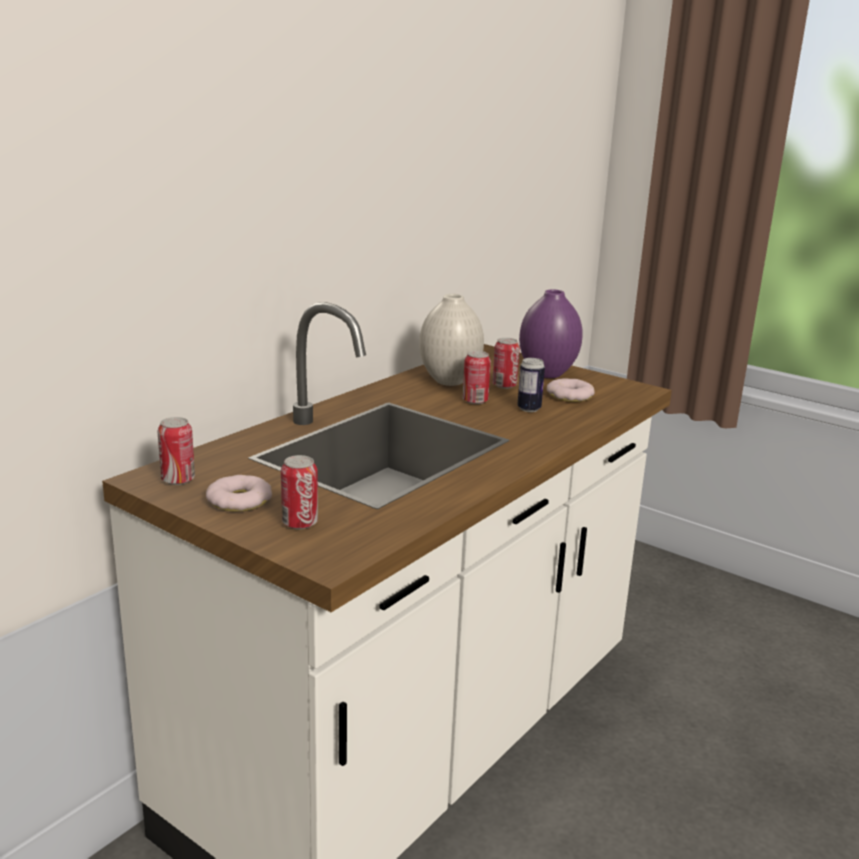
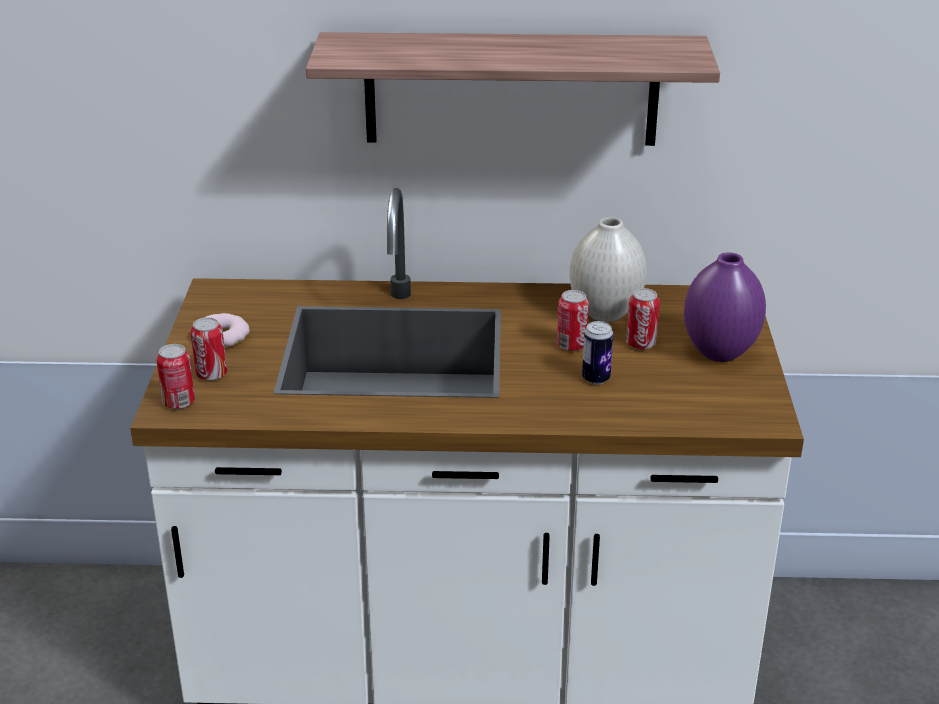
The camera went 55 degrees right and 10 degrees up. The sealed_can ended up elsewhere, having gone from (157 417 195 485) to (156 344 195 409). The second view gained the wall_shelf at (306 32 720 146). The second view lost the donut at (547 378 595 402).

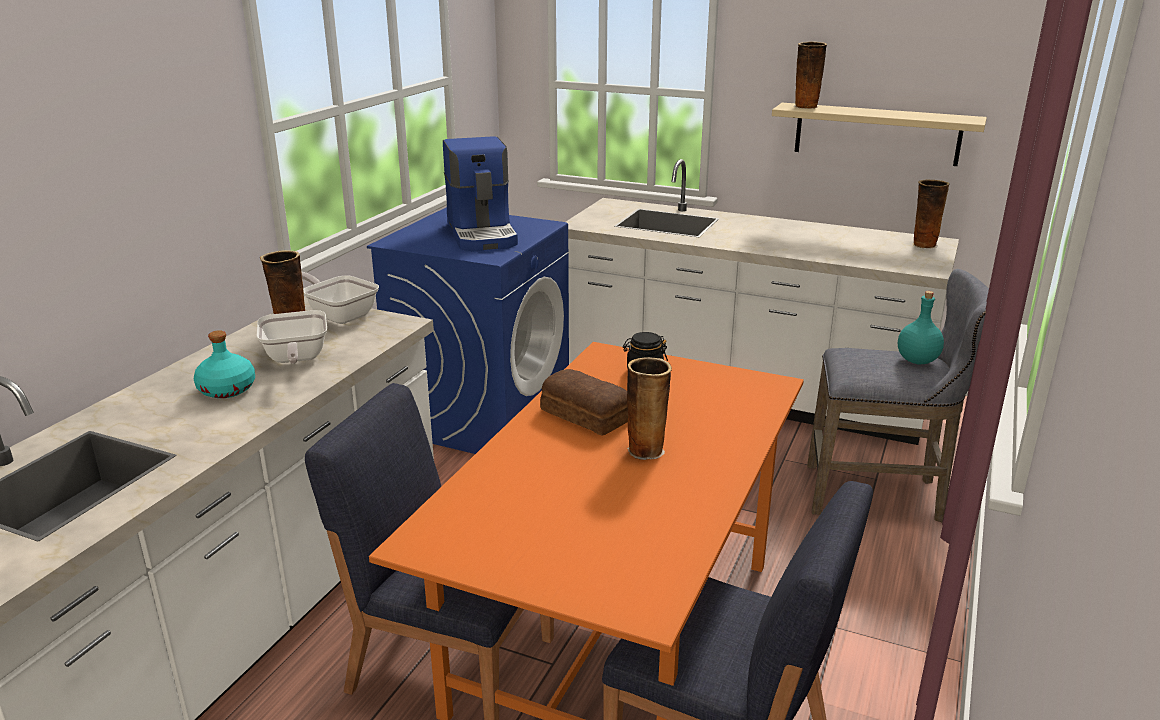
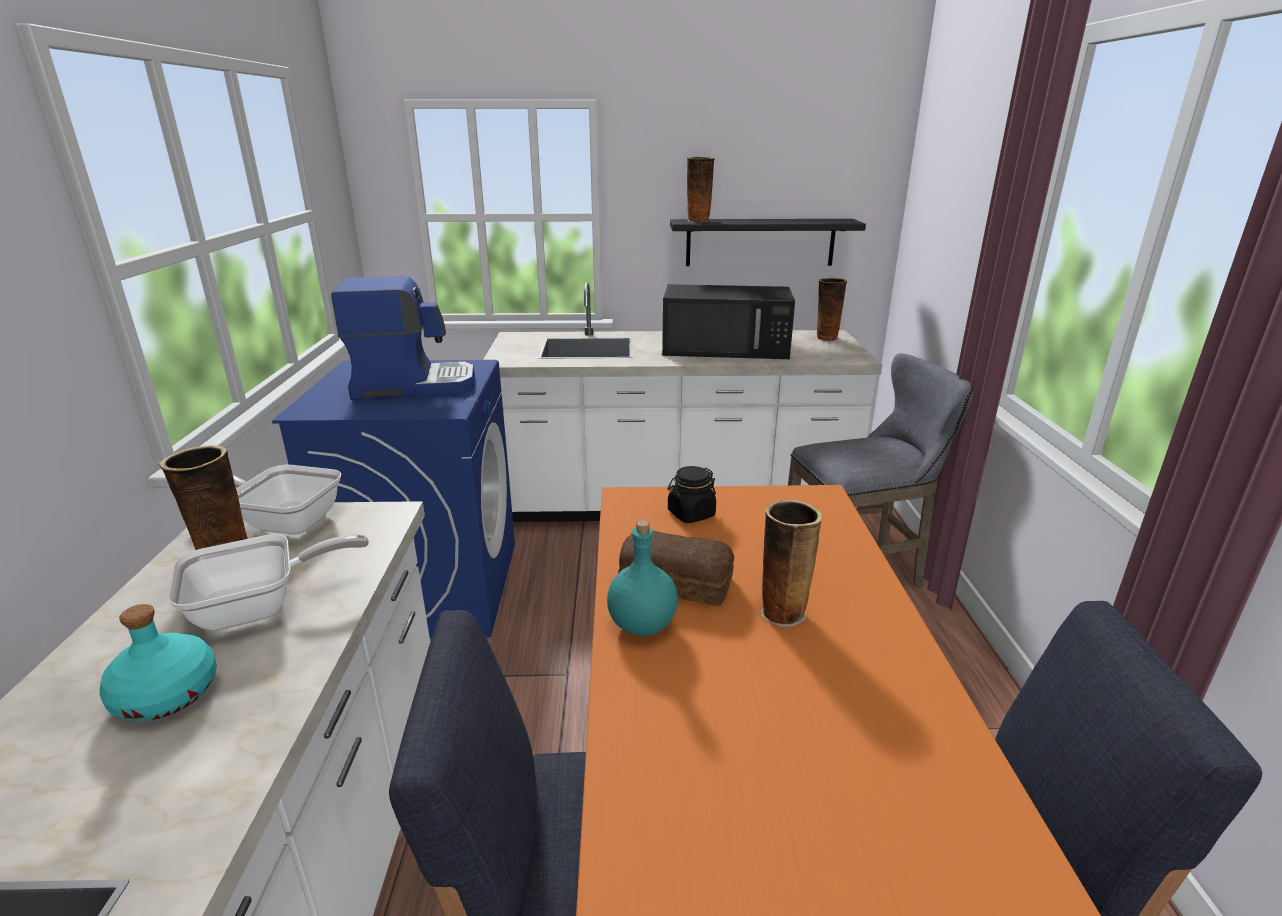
The camera went 25 degrees left and 0 degrees up. The skillet at (257 310 327 364) ended up facing another way, 75 degrees counterclockwise from before. The coffee_brewer at (443 136 518 251) ended up facing another way, 60 degrees counterclockwise from before. The turquoise-coloured_drink_bottle ended up elsewhere, having gone from (898 291 944 364) to (607 520 678 636). The second view gained the black-coloured_microwave_oven at (662 284 795 359). What was the beige-coloured_wall_shelf at (772 103 987 166) turned into the black-coloured_wall_shelf at (670 219 866 266).

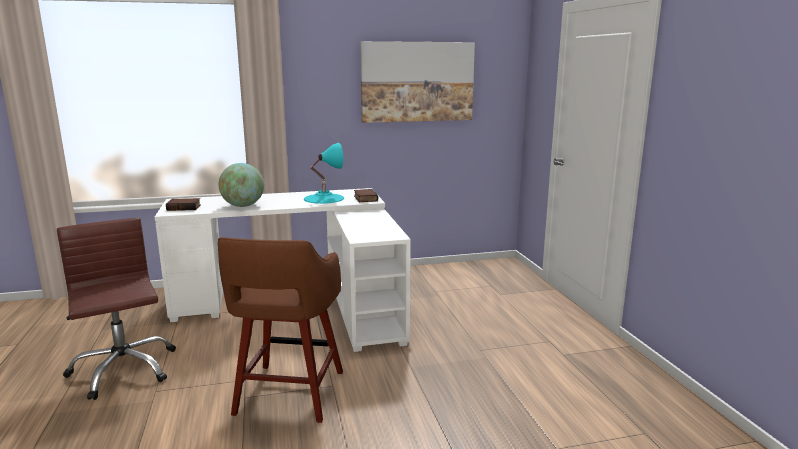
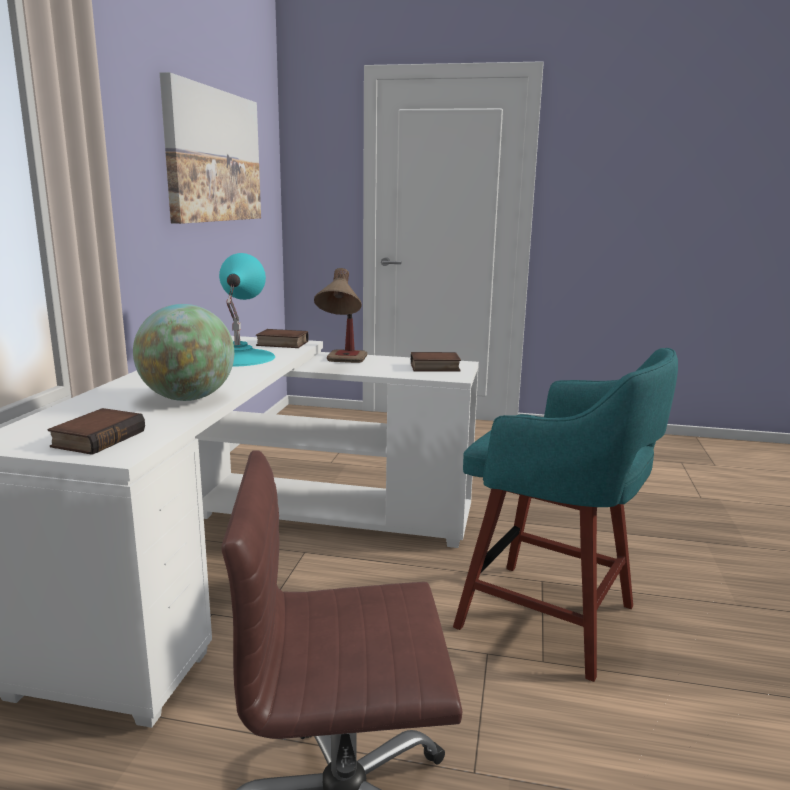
The camera went 65 degrees left and 0 degrees up. The second view gained the tabletop_lamp at (314 268 367 363). The second view gained the volume at (411 352 461 372). What was the brown_stool_seat at (218 237 343 423) turned into the turquoise-coloured_stool_seat at (453 348 678 682).

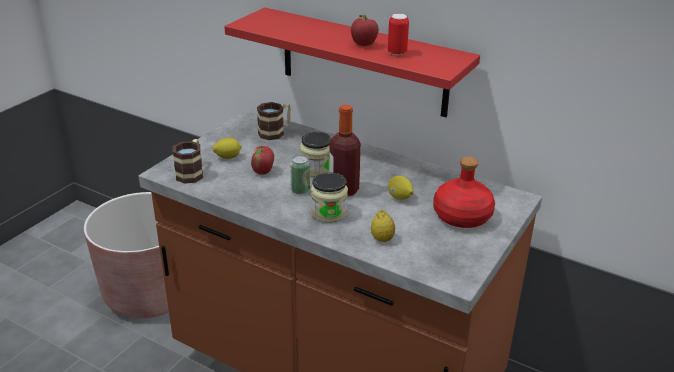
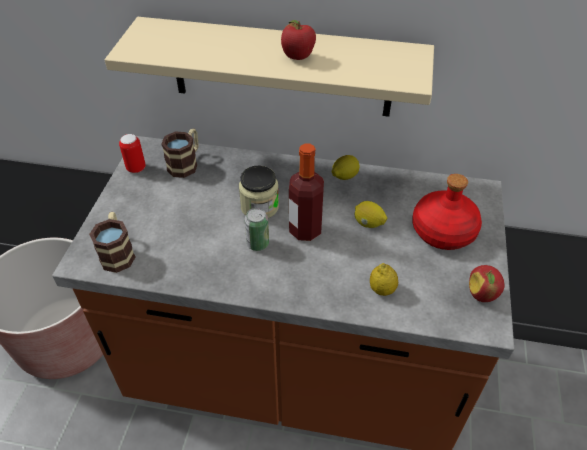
The camera went 20 degrees left and 15 degrees up. What was the red-coloured_wall_shelf at (224 7 480 117) turned into the beige-coloured_wall_shelf at (105 17 434 117). The sealed_can ended up elsewhere, having gone from (388 14 409 55) to (119 134 146 173). The lemon ended up elsewhere, having gone from (212 138 242 159) to (332 155 360 180). The apple_fruit ended up elsewhere, having gone from (251 146 274 175) to (469 265 504 302). The second view lost the preserve_jar at (311 172 348 223).

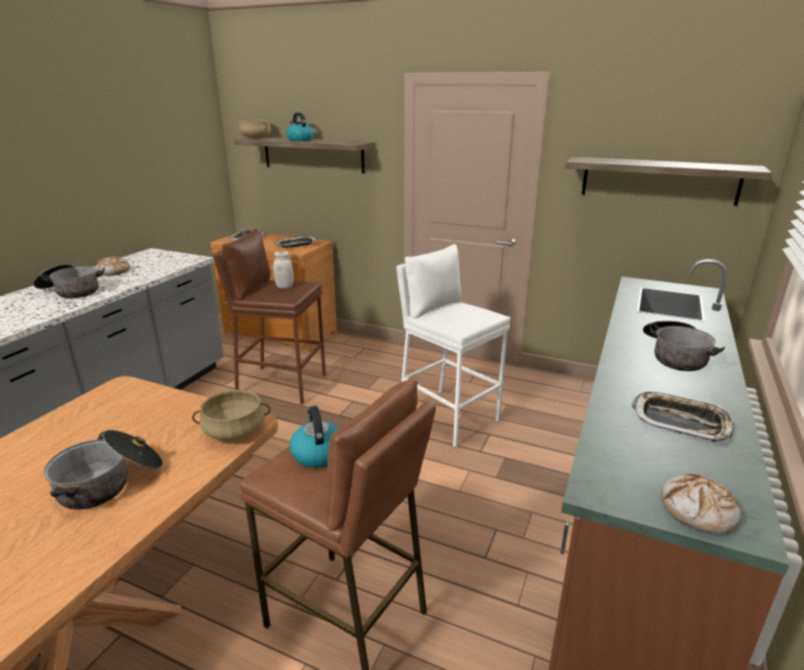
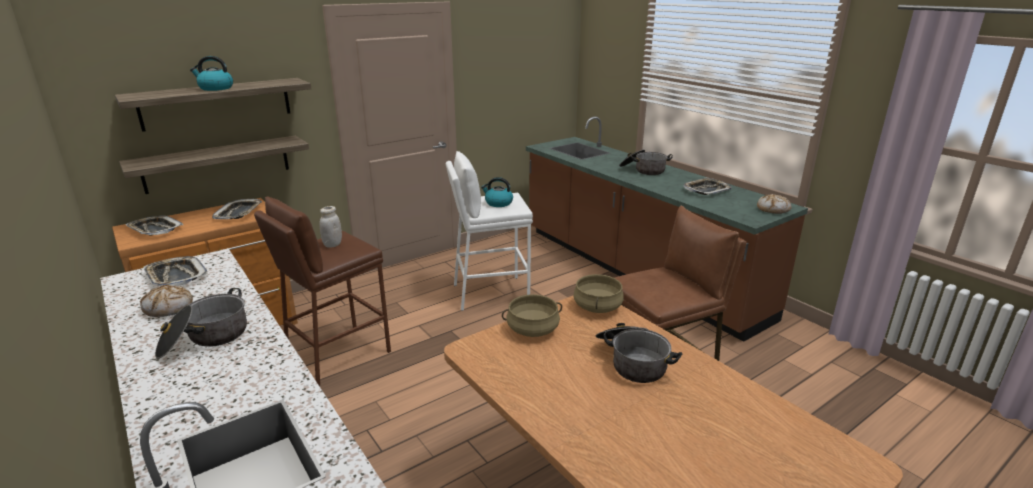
The camera went 60 degrees left and 0 degrees up. The wall_shelf ended up elsewhere, having gone from (565 157 772 206) to (119 135 309 194). The second view gained the serving_tray at (143 256 208 286). The water_kettle ended up elsewhere, having gone from (290 406 338 468) to (481 177 513 207). The beige-coloured_saucepot ended up elsewhere, having gone from (239 120 271 138) to (502 294 562 337).

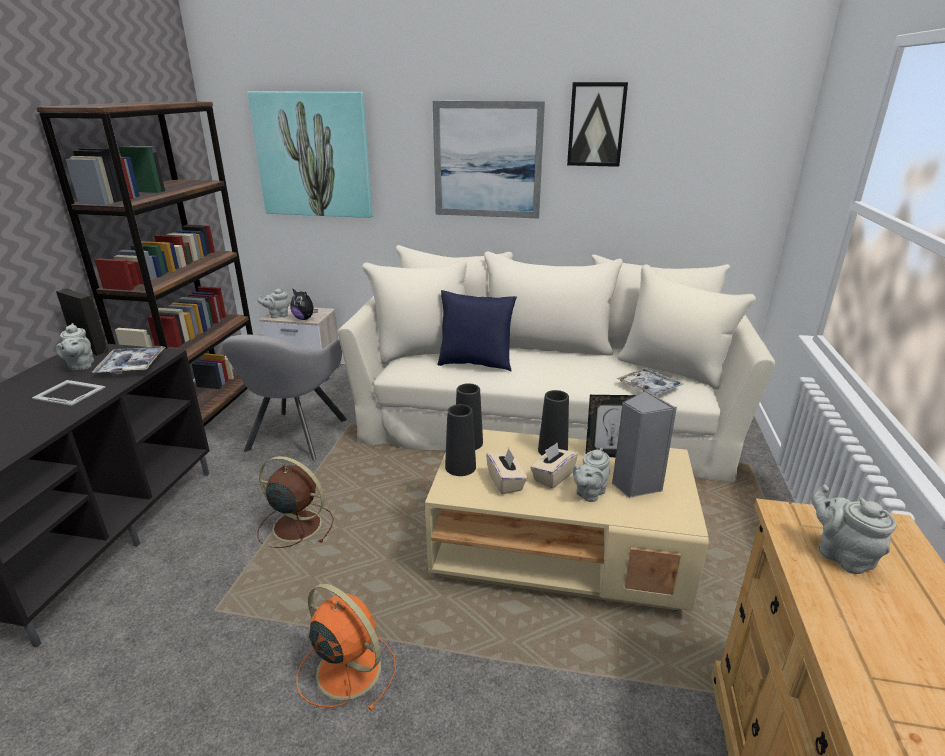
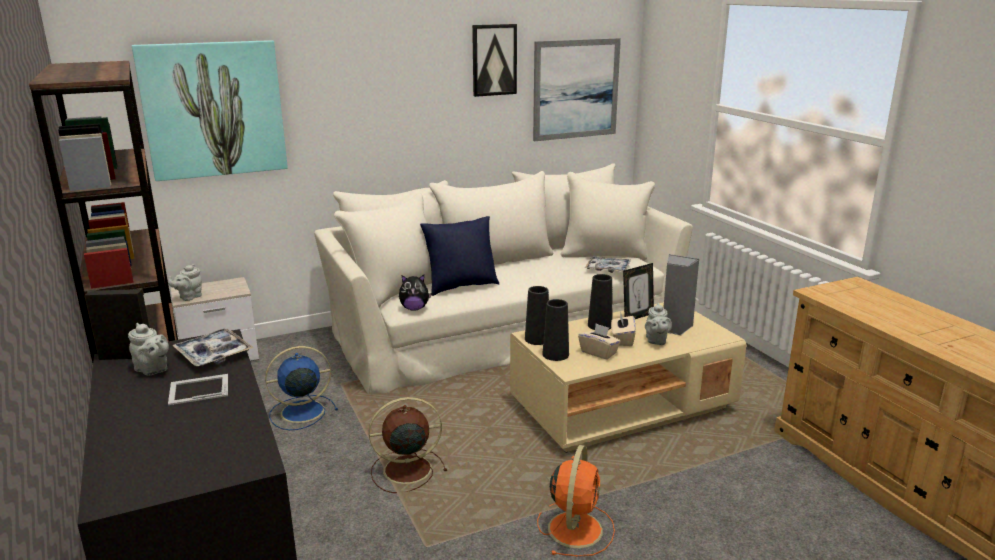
The camera went 35 degrees left and 5 degrees down. Where the grey_armchair stood at (222 333 347 460), the blue-coloured_fan came to stand at (265 346 338 430). The cuddly_toy ended up elsewhere, having gone from (290 288 318 320) to (399 275 432 311). The wall_art ended up elsewhere, having gone from (433 101 545 218) to (533 38 621 141). The orangey_fan at (296 583 396 712) ended up facing another way, 105 degrees clockwise from before. The second view lost the grey_teapot at (811 485 896 574).

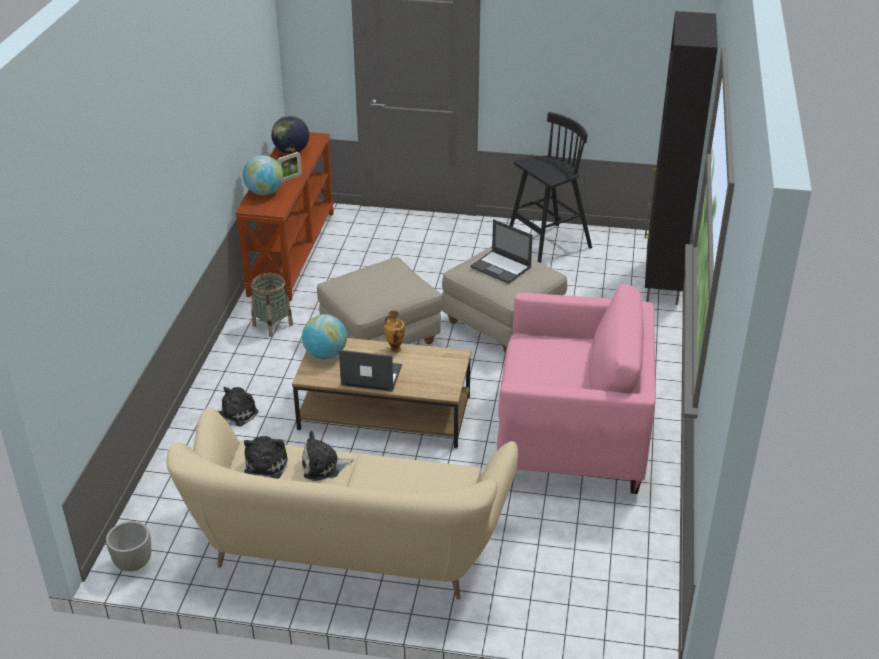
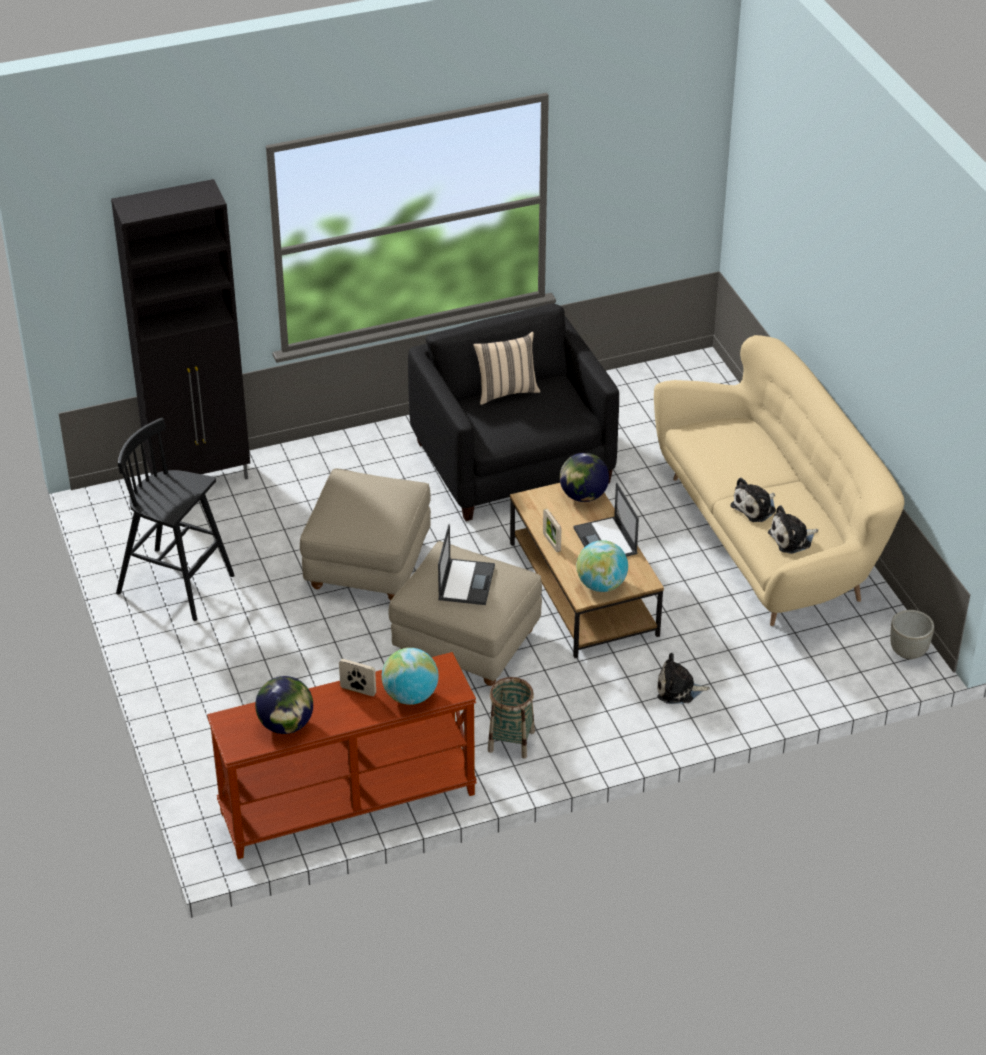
The camera went 120 degrees left and 5 degrees up. What was the pink-coloured_armchair at (497 284 656 494) turned into the black-coloured_armchair at (408 303 619 521). The notebook_computer ended up elsewhere, having gone from (470 219 533 284) to (438 524 495 605). The second view gained the beige-coloured_cushion at (473 332 540 405). Where the decorative_vase stood at (384 310 405 353), the standing_frame came to stand at (543 509 561 552). The second view gained the world_globe at (560 453 609 502). The cuddly_toy at (302 431 354 481) ended up facing another way, 90 degrees clockwise from before.

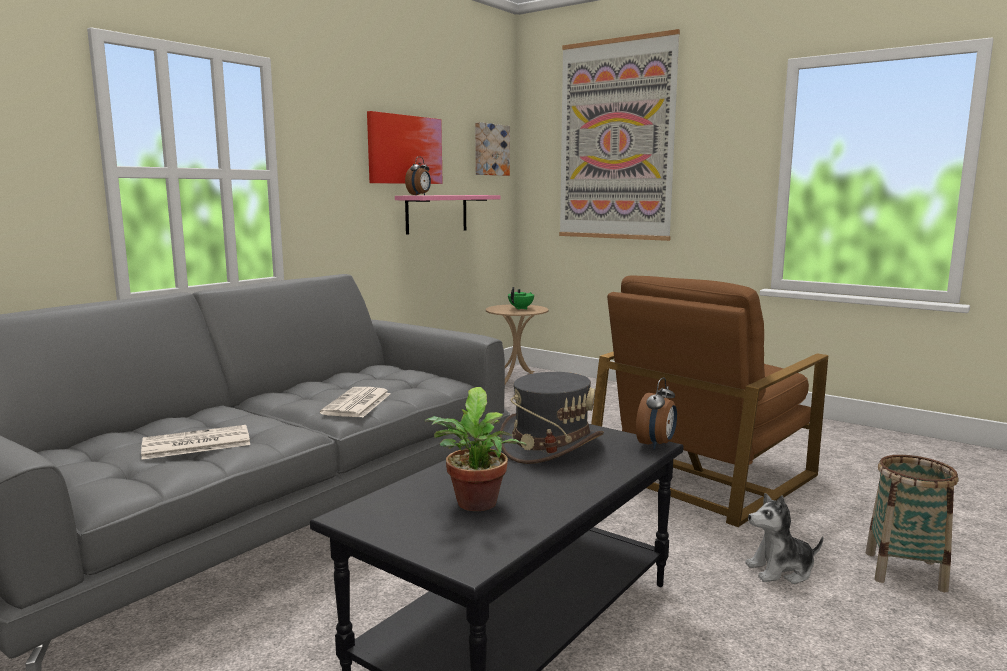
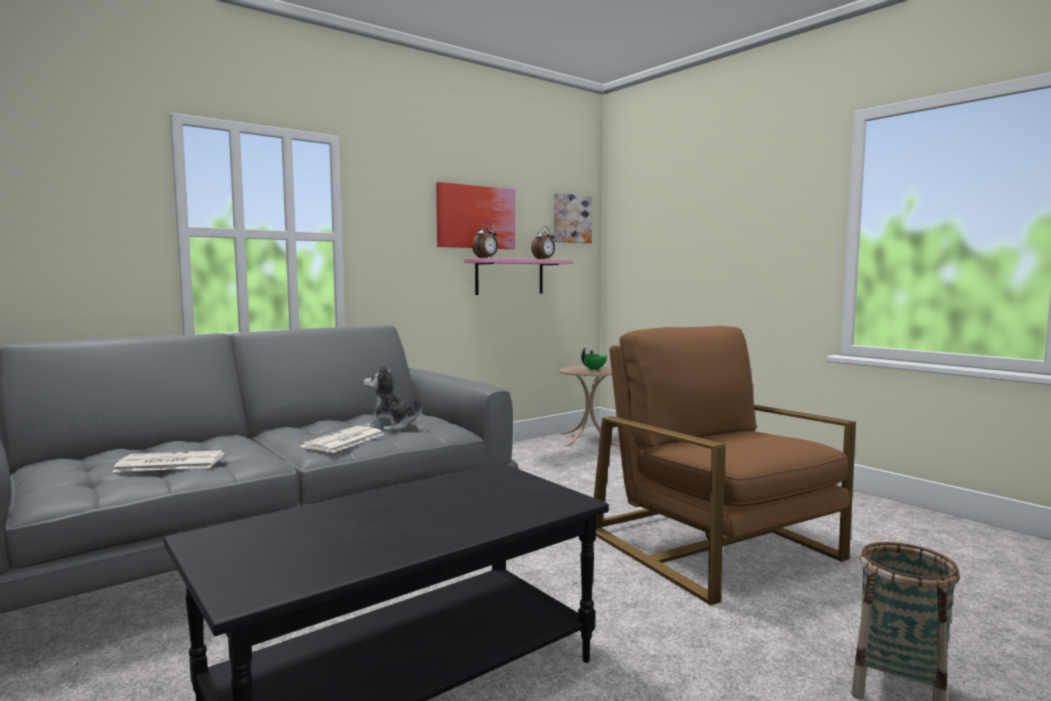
The camera went 15 degrees right and 5 degrees down. The cuddly_toy ended up elsewhere, having gone from (745 493 823 584) to (363 364 423 431). The table_clock ended up elsewhere, having gone from (636 377 677 449) to (531 226 555 259). The brown_armchair at (591 276 828 527) ended up facing another way, 90 degrees clockwise from before. The second view lost the houseplant at (425 387 527 511). The second view lost the grey_hat at (499 372 604 464). The second view lost the wall_art at (559 29 680 241).

